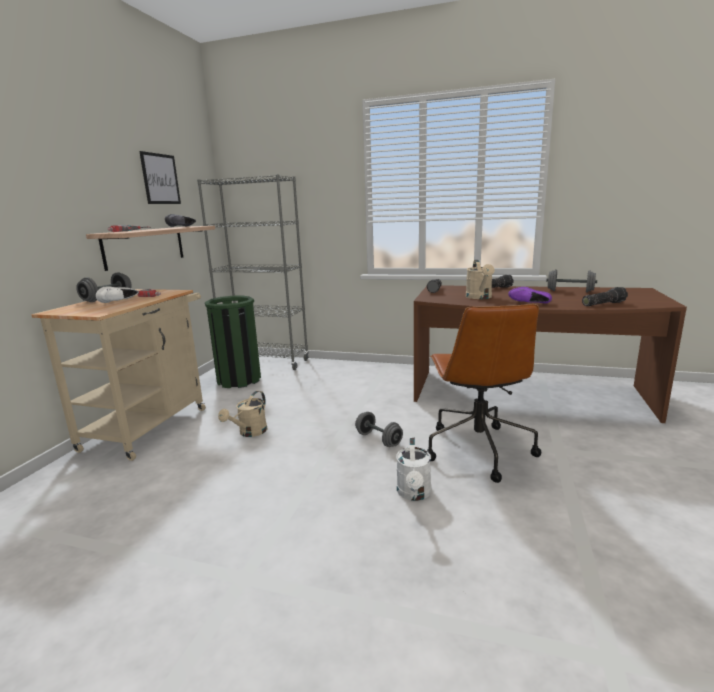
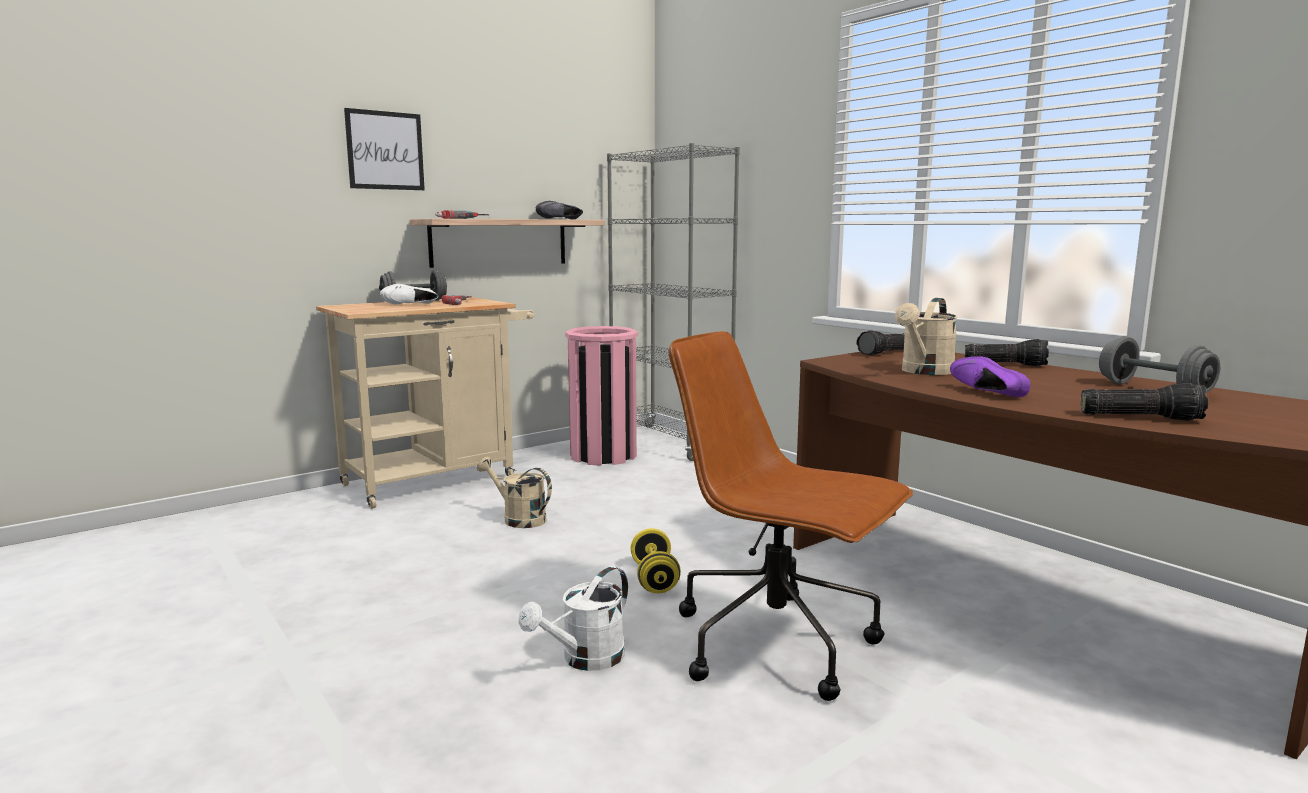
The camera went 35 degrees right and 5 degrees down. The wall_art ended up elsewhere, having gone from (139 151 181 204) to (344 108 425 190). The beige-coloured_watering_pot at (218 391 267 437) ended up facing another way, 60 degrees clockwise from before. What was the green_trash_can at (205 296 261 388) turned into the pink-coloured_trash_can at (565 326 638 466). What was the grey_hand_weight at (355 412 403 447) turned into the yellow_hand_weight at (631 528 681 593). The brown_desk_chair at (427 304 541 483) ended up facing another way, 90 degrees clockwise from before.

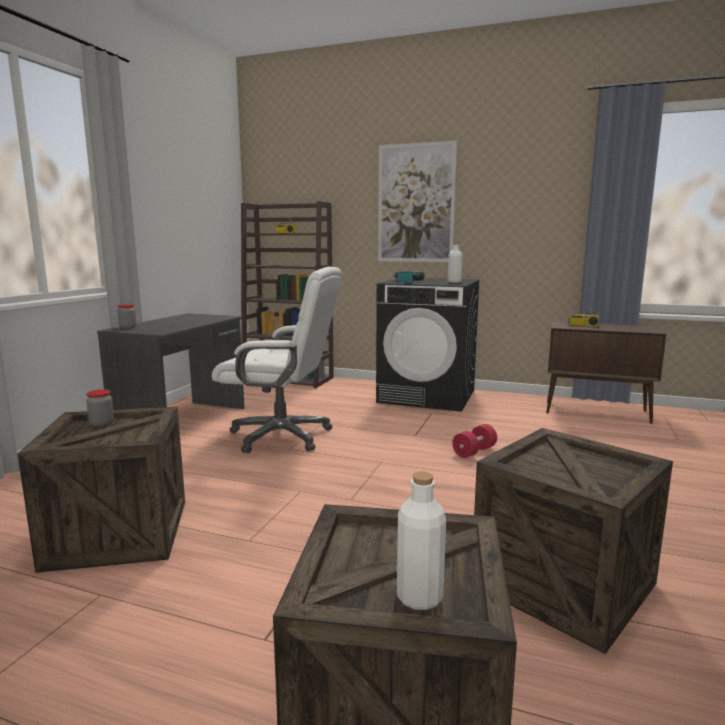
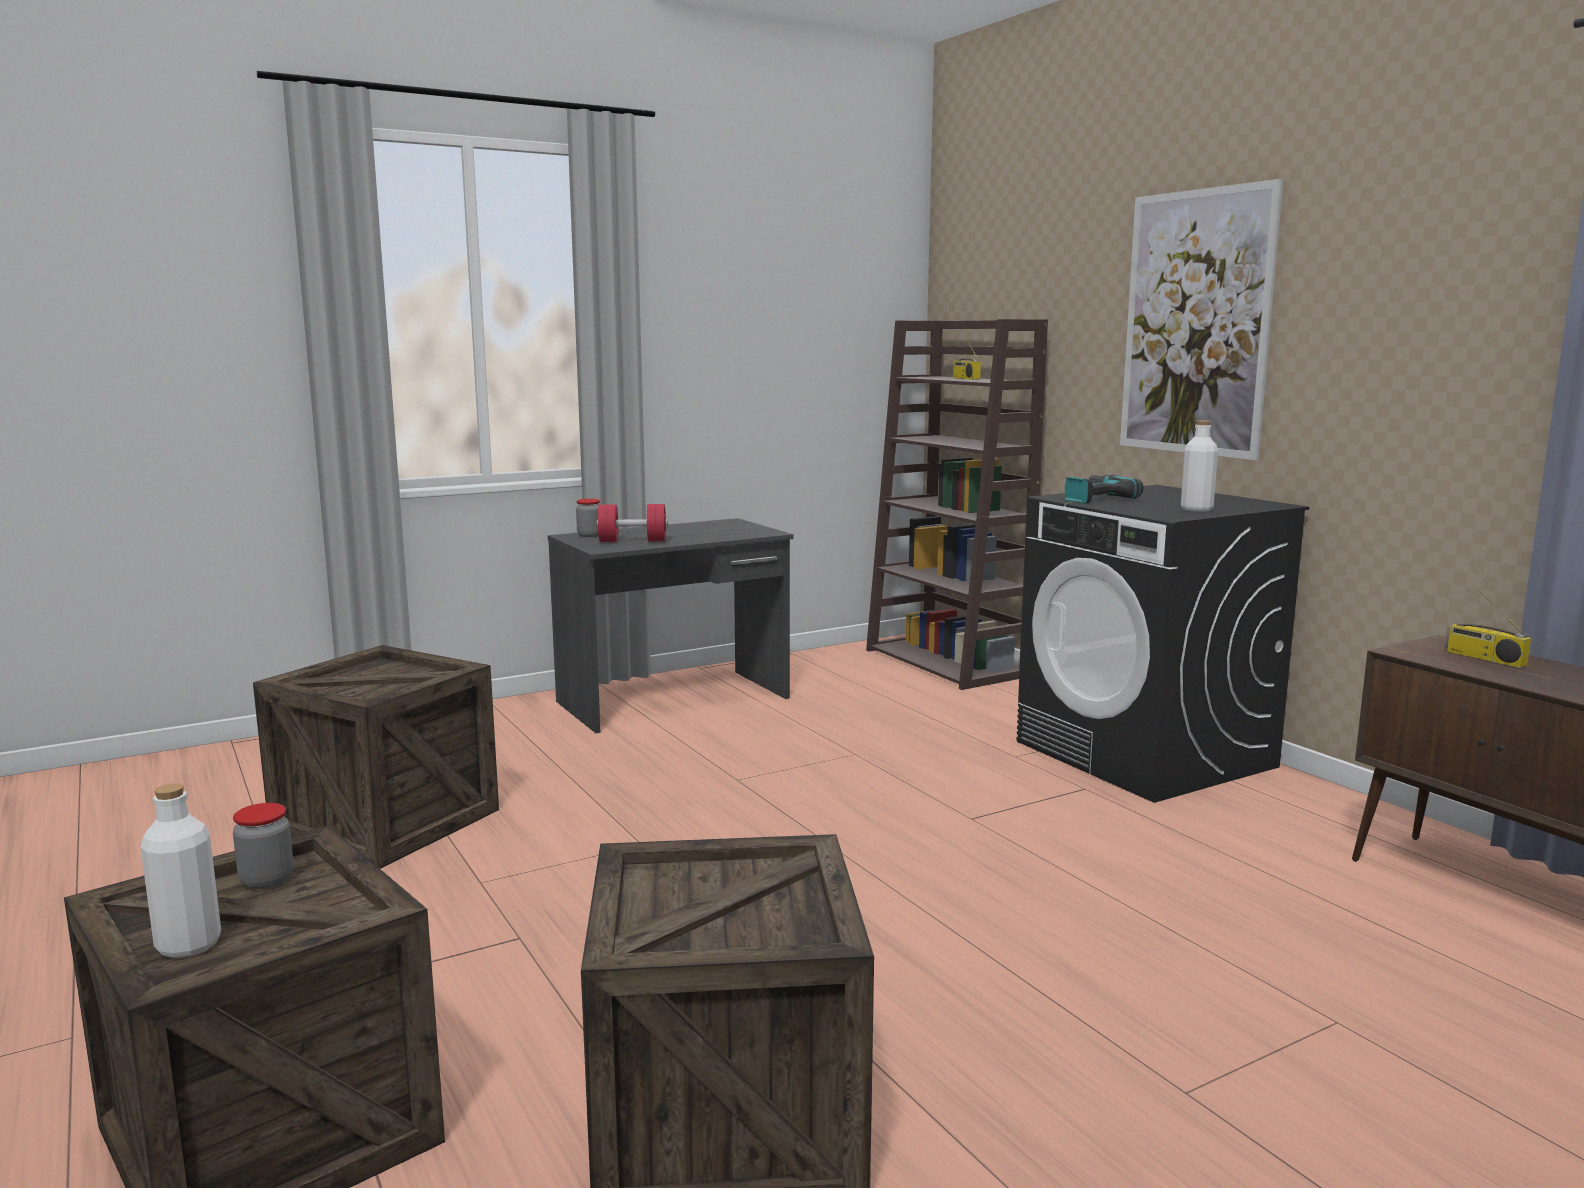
The camera went 40 degrees right and 0 degrees up. The preserve_jar ended up elsewhere, having gone from (86 389 114 427) to (233 803 293 889). The red-coloured_hand_weight ended up elsewhere, having gone from (452 424 497 458) to (597 504 668 542). The second view lost the white_desk_chair at (212 267 342 453).

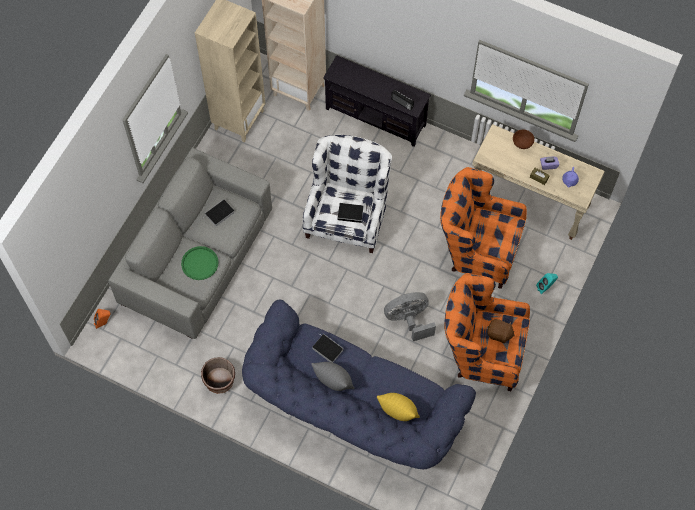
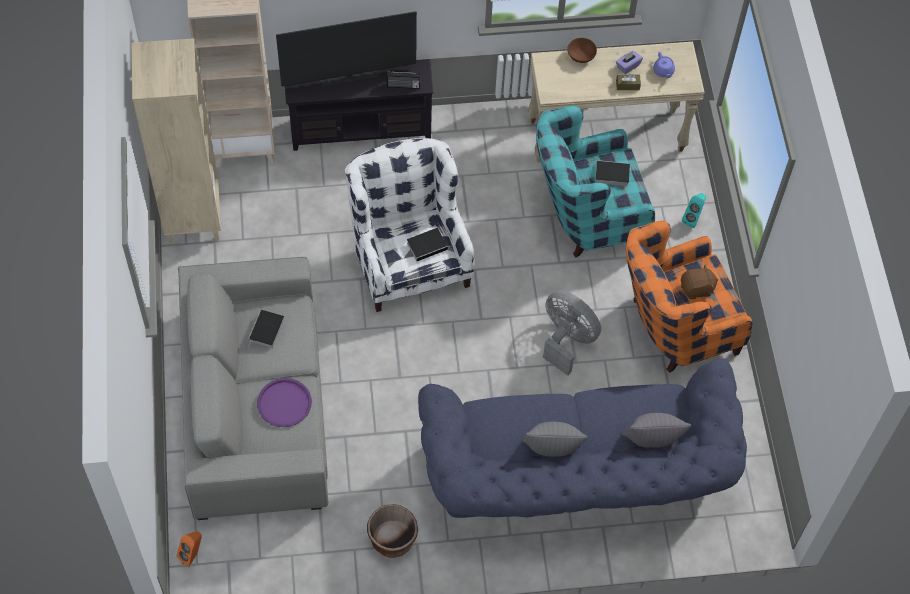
The camera went 35 degrees left and 5 degrees down. What was the green_serving_tray at (181 246 218 280) turned into the purple_serving_tray at (257 378 312 427). The second view gained the television at (276 11 417 87). What was the orangey_armchair at (440 167 527 289) turned into the turquoise-coloured_armchair at (536 106 655 258). The grey_fan at (384 292 436 341) ended up facing another way, 90 degrees clockwise from before. The volume ended up elsewhere, having gone from (312 334 344 363) to (592 160 630 186). What was the yellow_cushion at (377 393 420 421) turned into the grey_cushion at (622 413 691 448).

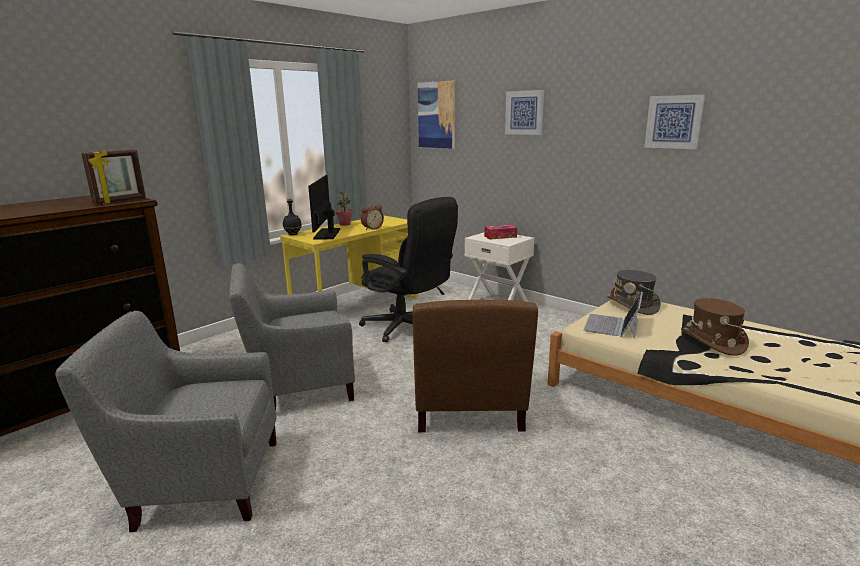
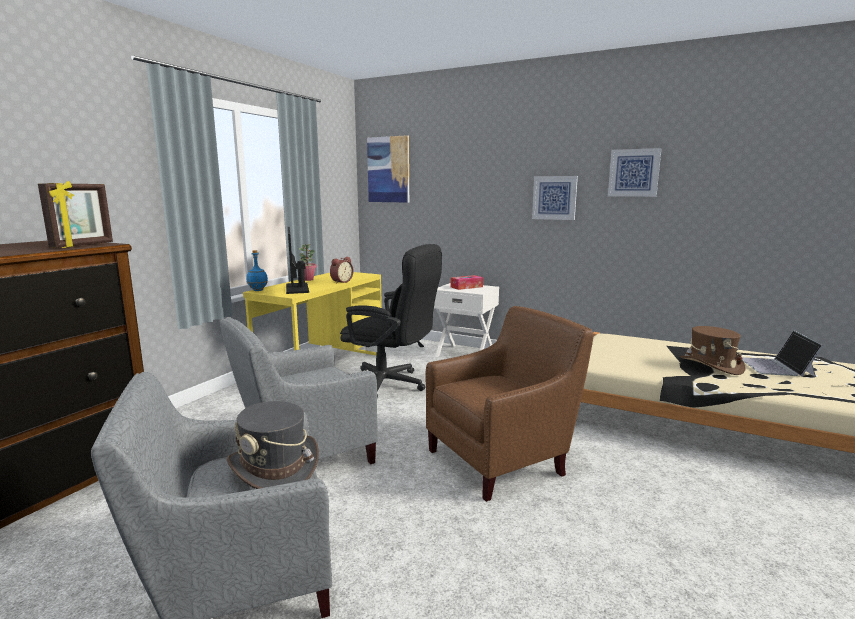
The camera went 15 degrees left and 5 degrees down. The grey_hat ended up elsewhere, having gone from (607 270 661 315) to (227 401 319 489). What was the black-coloured_drink_bottle at (283 198 302 235) turned into the blue-coloured_drink_bottle at (246 250 268 291). The brown_armchair at (413 300 538 432) ended up facing another way, 105 degrees counterclockwise from before. The wall_art ended up elsewhere, having gone from (505 90 544 135) to (532 176 578 220). The notebook_computer ended up elsewhere, having gone from (583 292 643 339) to (742 330 824 377).

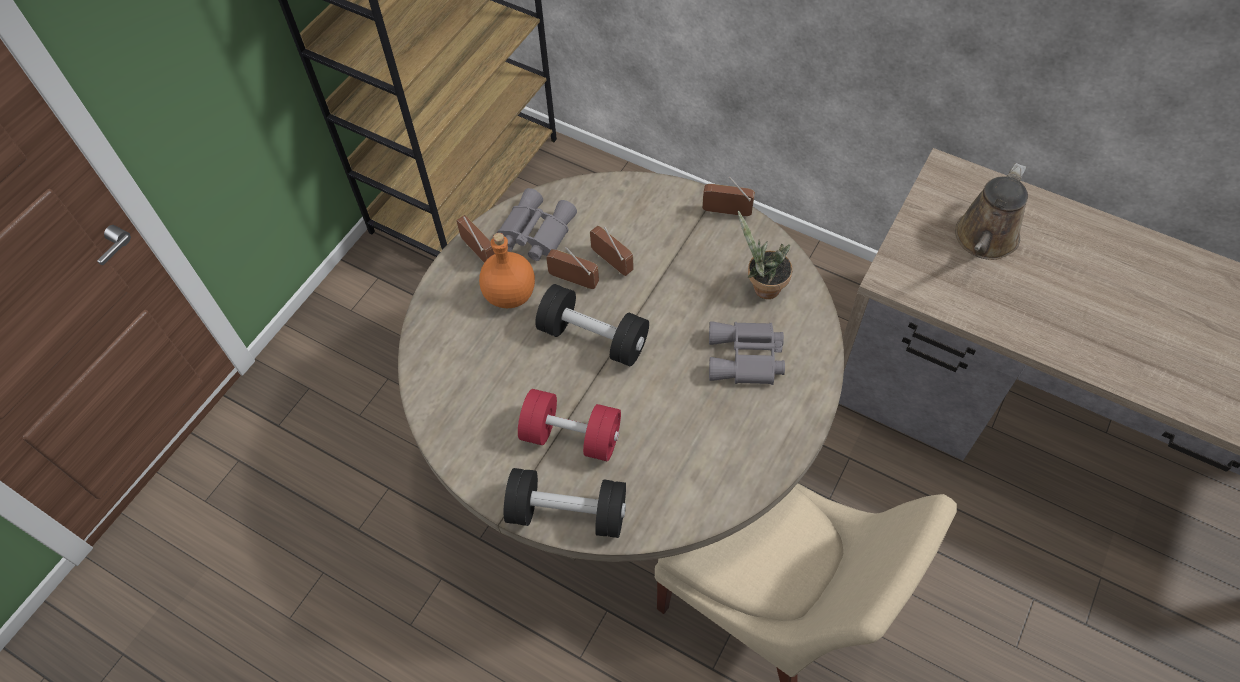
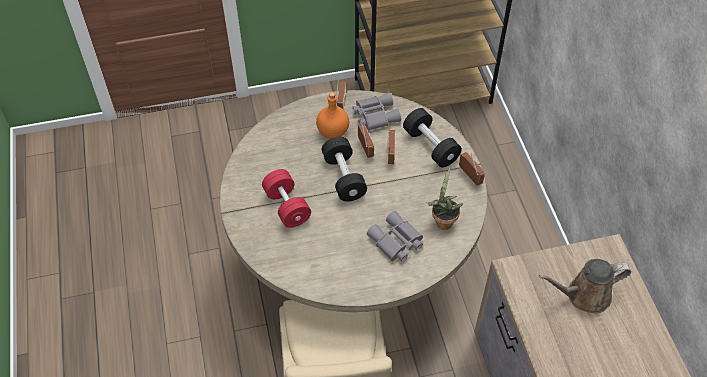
The camera went 45 degrees right and 5 degrees down. The black-coloured_hand_weight ended up elsewhere, having gone from (504 468 626 538) to (403 108 462 167).

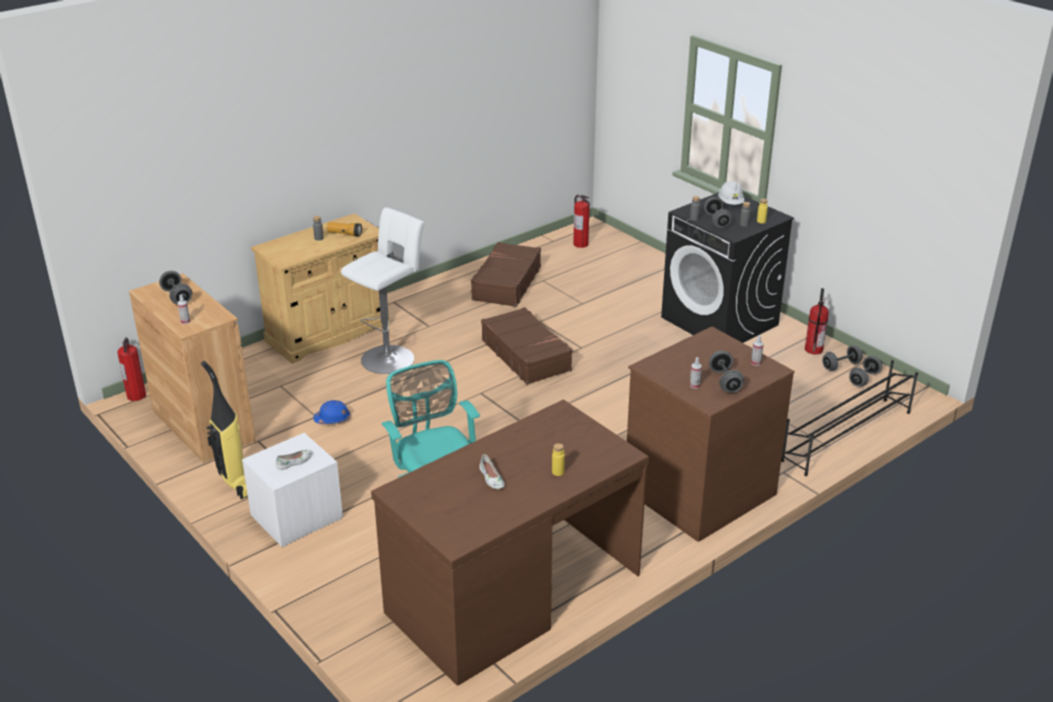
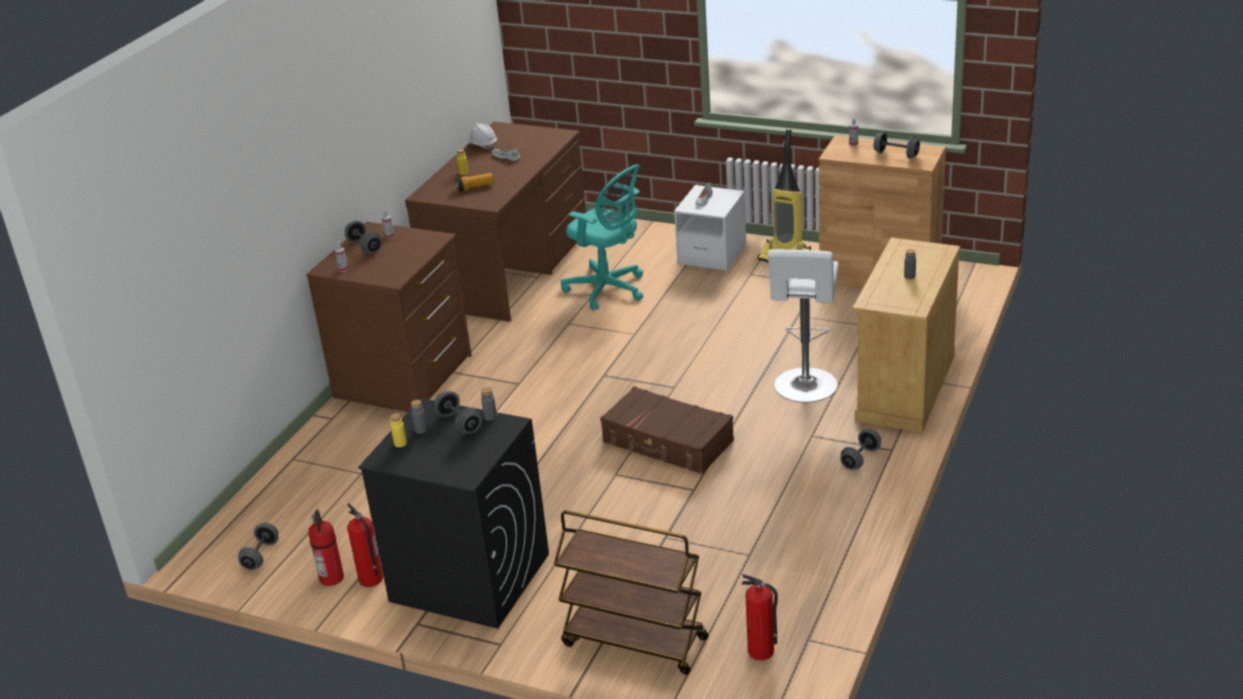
The camera went 155 degrees right and 0 degrees up. The fire-fighting_cylinder ended up elsewhere, having gone from (117 337 146 401) to (347 503 383 587). The hand_torch ended up elsewhere, having gone from (327 222 362 237) to (456 173 494 192). The white_safety_helmet ended up elsewhere, having gone from (718 181 744 205) to (467 123 497 150). The second view gained the brown_cart at (554 510 709 675). The grey_hand_weight ended up elsewhere, having gone from (822 345 863 371) to (840 429 881 470). The second view lost the blue-coloured_safety_helmet at (313 400 351 424). The second view lost the brown_piece_of_luggage at (470 242 541 307). The second view lost the black-coloured_shoe_shelf at (781 360 918 476).

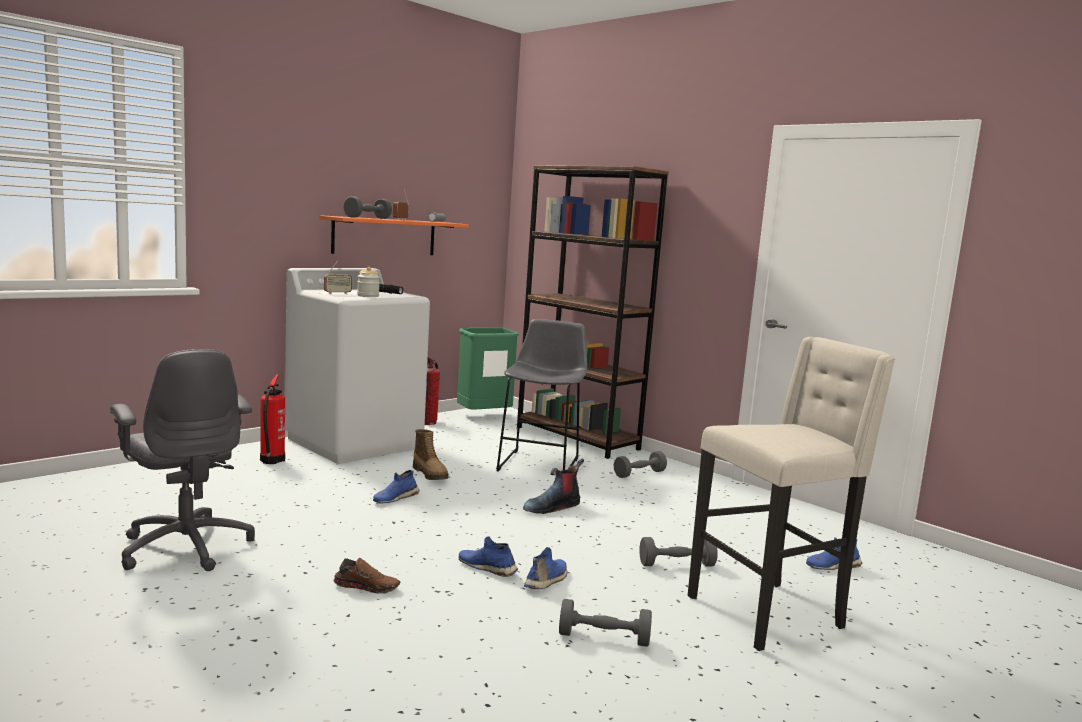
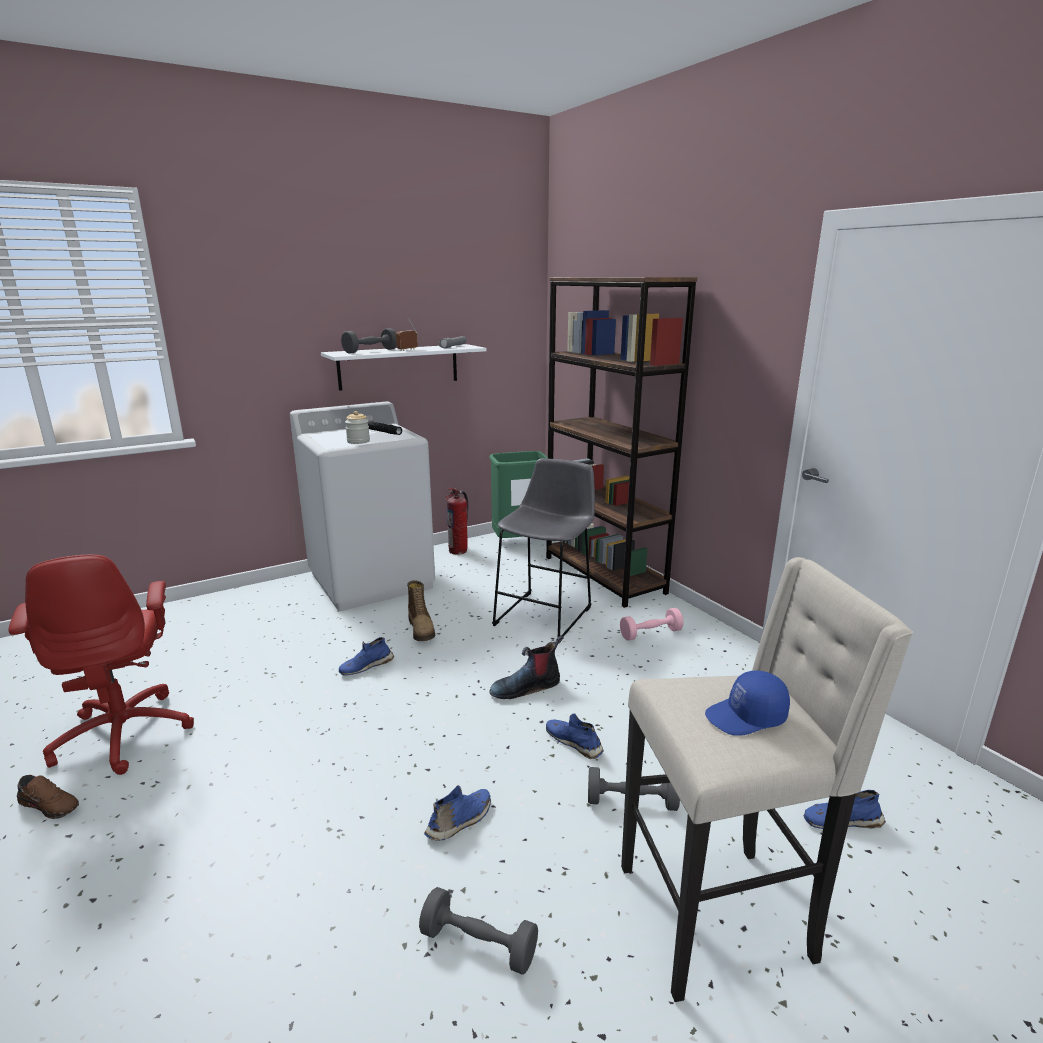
The camera went 15 degrees right and 10 degrees up. What was the grey_desk_chair at (110 349 255 571) turned into the red-coloured_desk_chair at (8 555 194 775). The brown_shoe ended up elsewhere, having gone from (333 558 400 594) to (17 775 79 819). What was the orangey_wall_shelf at (319 215 469 255) turned into the white_wall_shelf at (321 344 487 391). The blue-coloured_shoe ended up elsewhere, having gone from (459 536 518 577) to (546 714 604 759). What was the grey_hand_weight at (614 451 667 478) turned into the pink-coloured_hand_weight at (620 608 684 641). The second view gained the blue-coloured_cap at (705 671 790 736). The second view lost the fire-fighting_cylinder at (260 374 285 464). The second view lost the radio_set at (324 260 352 294).

